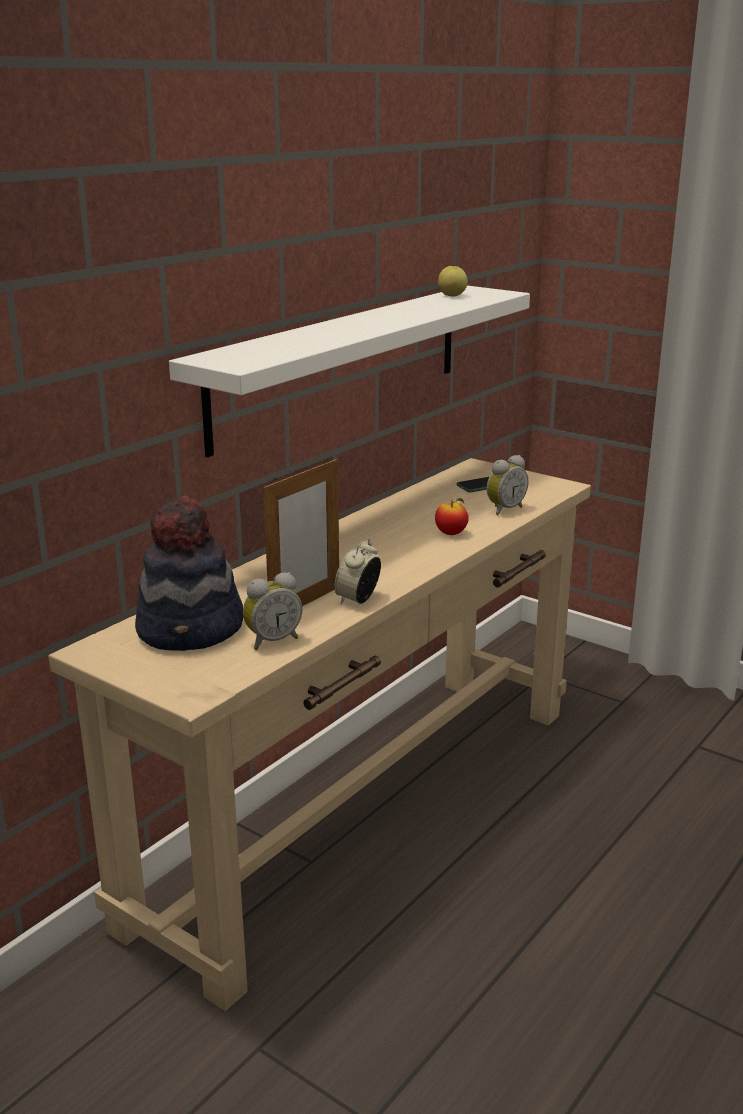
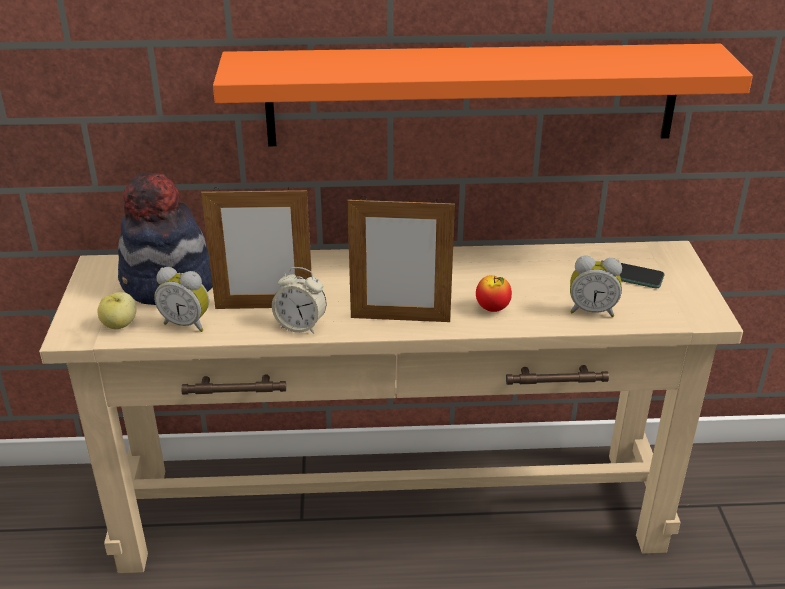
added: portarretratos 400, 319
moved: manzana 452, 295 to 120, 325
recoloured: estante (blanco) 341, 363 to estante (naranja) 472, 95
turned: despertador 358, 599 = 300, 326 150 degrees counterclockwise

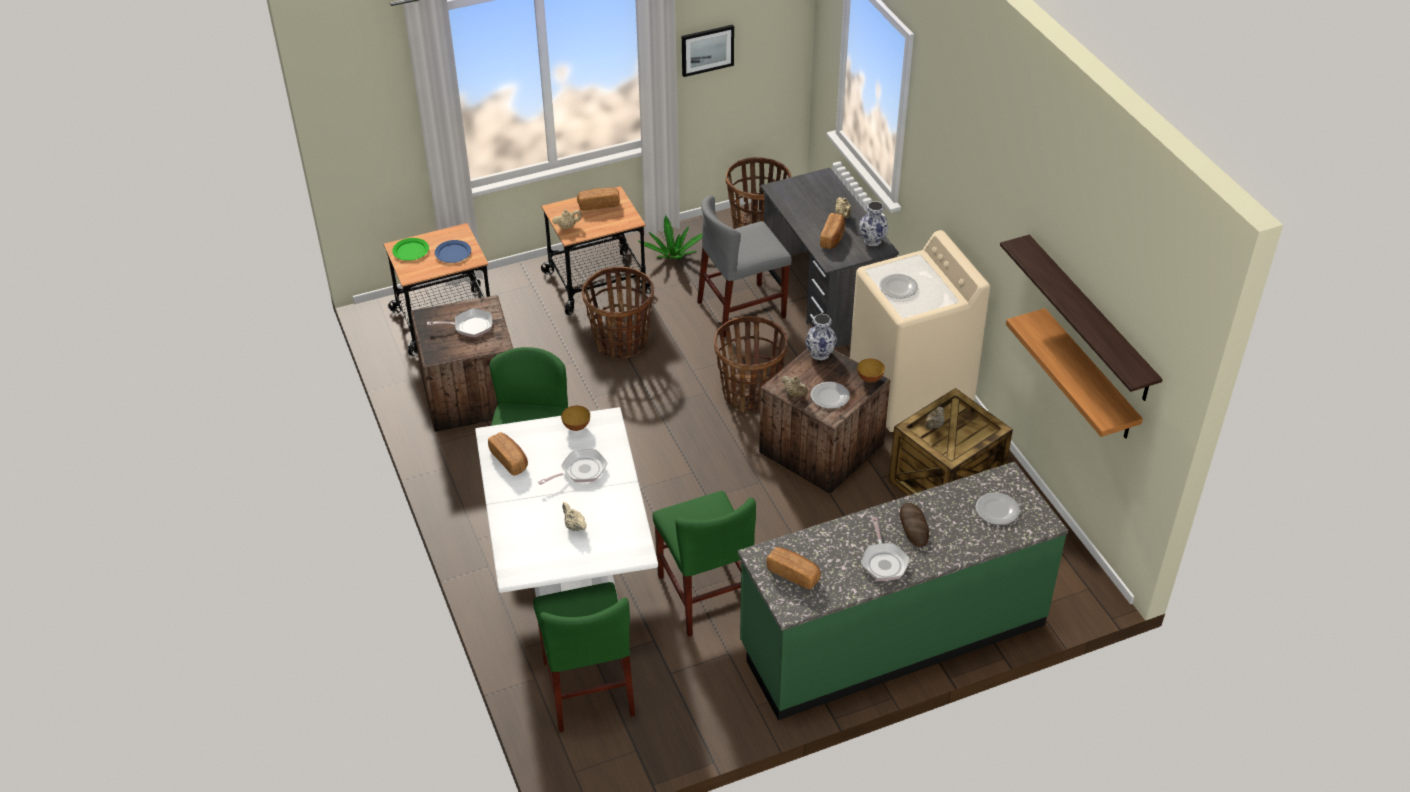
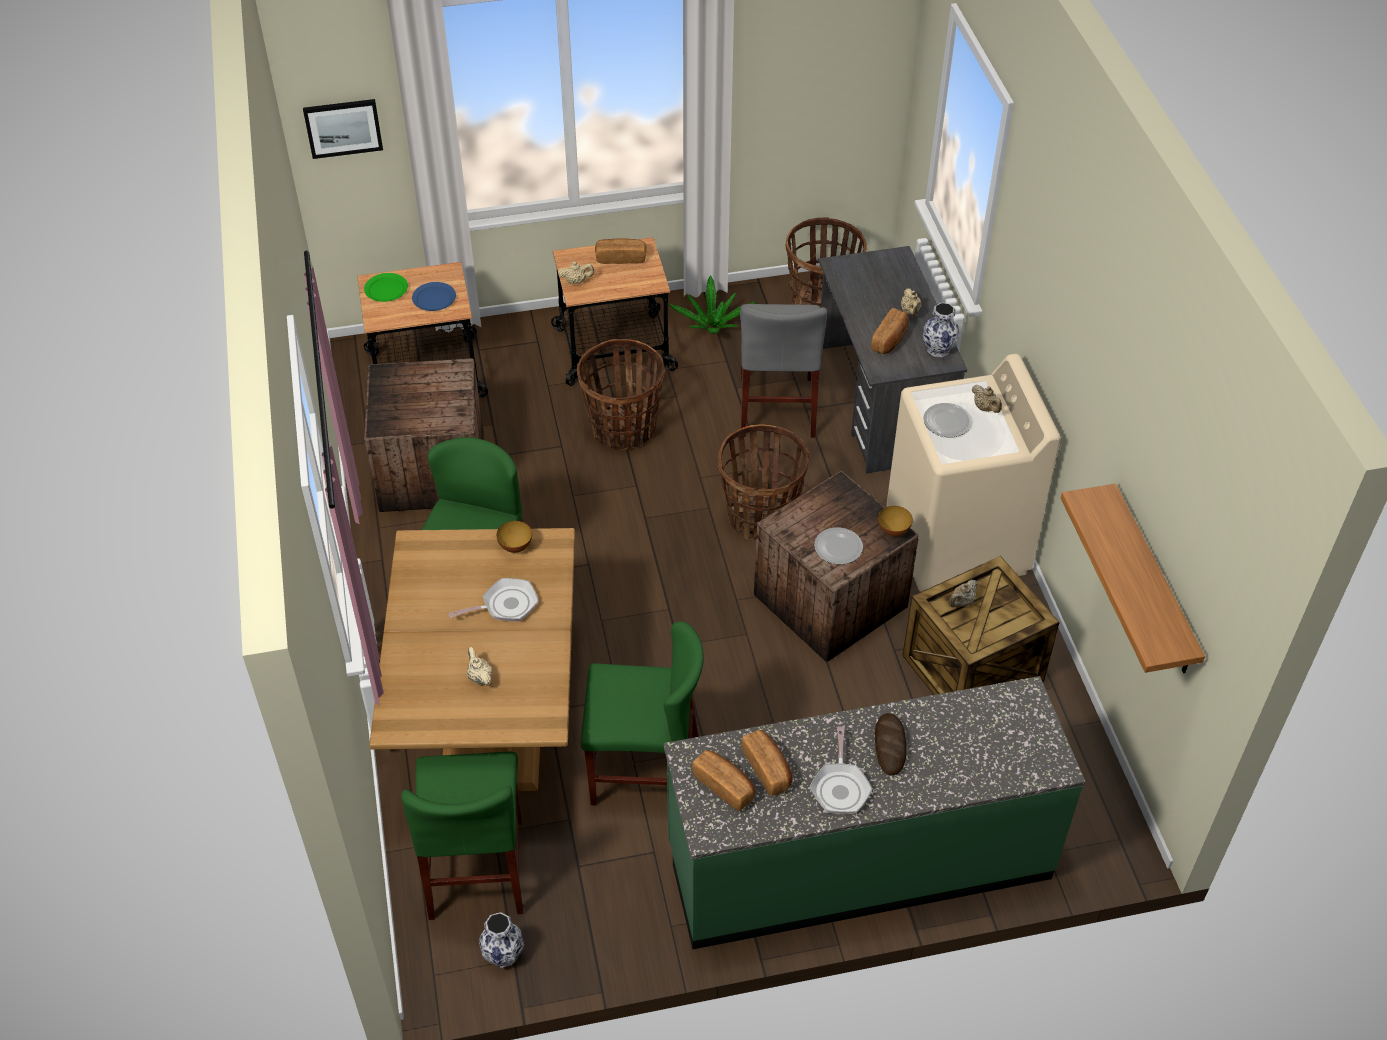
removed: sartén 470, 326; plato 996, 510; estante 1089, 318
moved: cuadro 707, 50 to 343, 127; florero 819, 354 to 502, 955; pan 509, 460 to 767, 769; tetera (beis) 794, 394 to 985, 408
recoloured: mesa de comedor (blanco) 571, 577 to mesa de comedor (marrón) 491, 722
turned: silla (verde) 705, 594 = 645, 770 75 degrees counterclockwise; silla (gris) 741, 309 = 777, 406 75 degrees counterclockwise

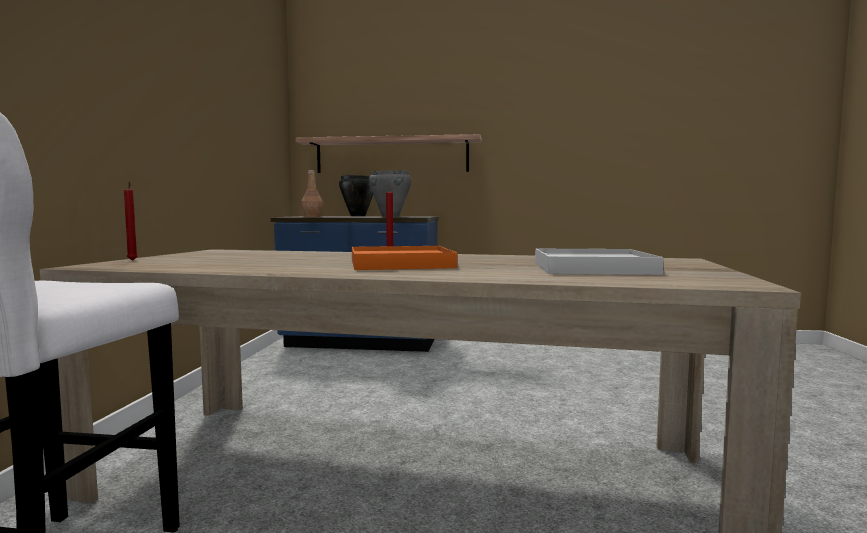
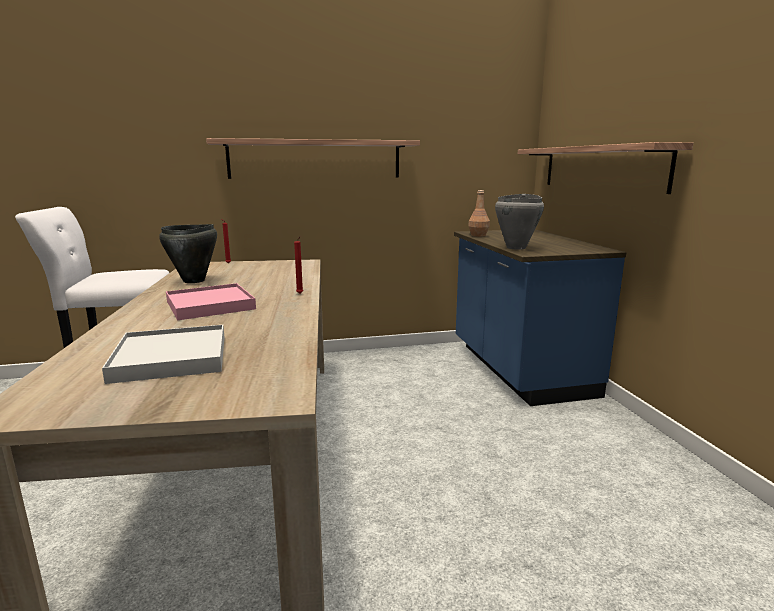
added: estante 315, 159
moved: olla (negro) 358, 216 to 194, 281
recoloured: bandeja (naranja) 400, 264 to bandeja (rosa) 210, 305

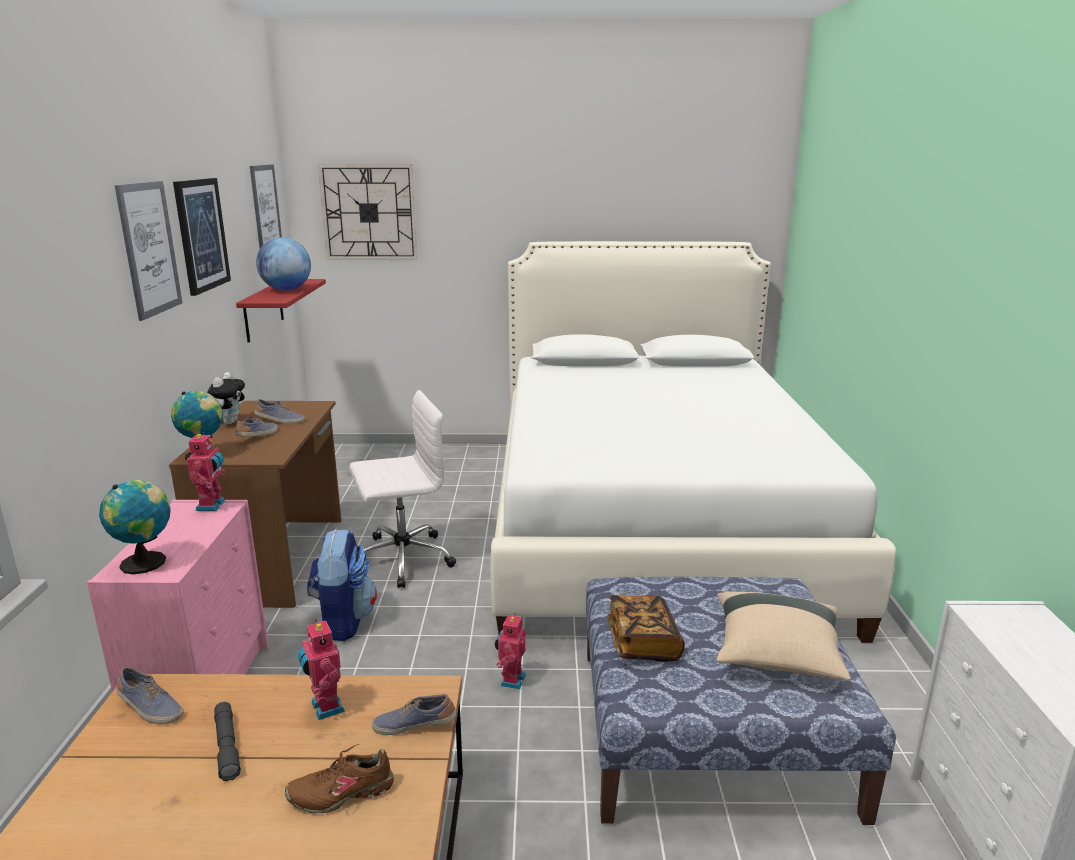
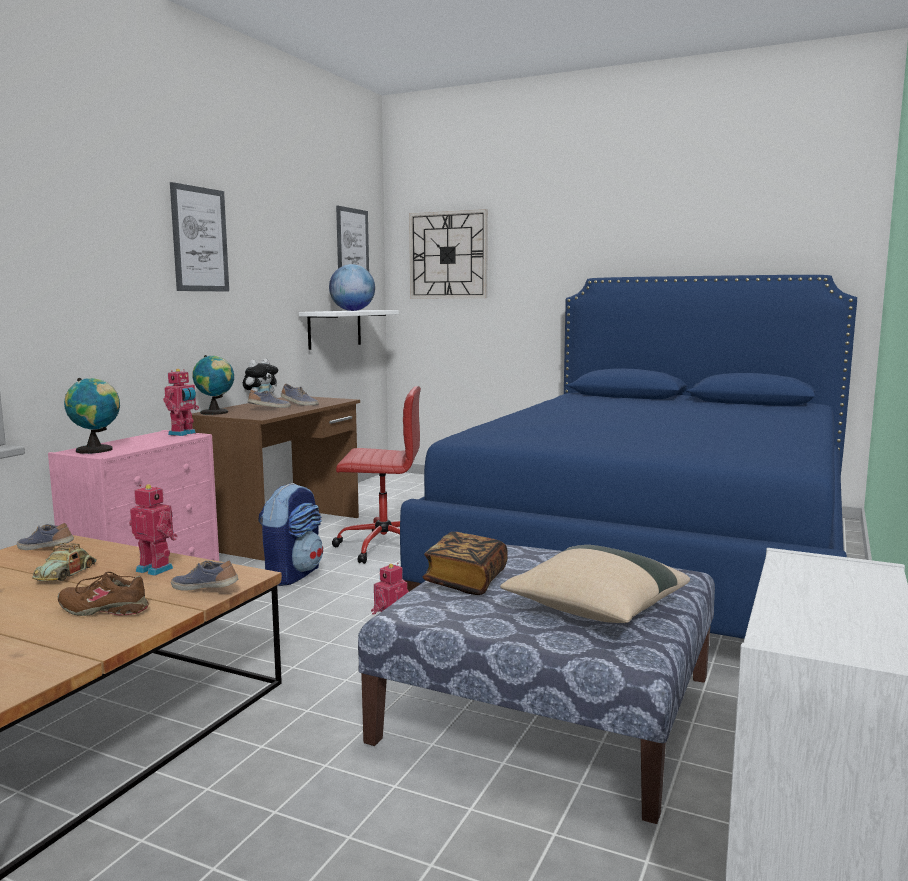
removed: cuadro 201, 235
replaced: linterna (gris) 227, 746 to coche de juguete 66, 574
recoloured: estante (rojo) 263, 310 to estante (blanco) 334, 329; silla de oficina (blanco) 401, 559 to silla de oficina (rojo) 382, 546; cama (blanco) 651, 520 to cama (azul) 655, 556
turned: zapato 150, 708 = 46, 549 150 degrees clockwise; robot de juguete 325, 707 = 156, 569 120 degrees clockwise

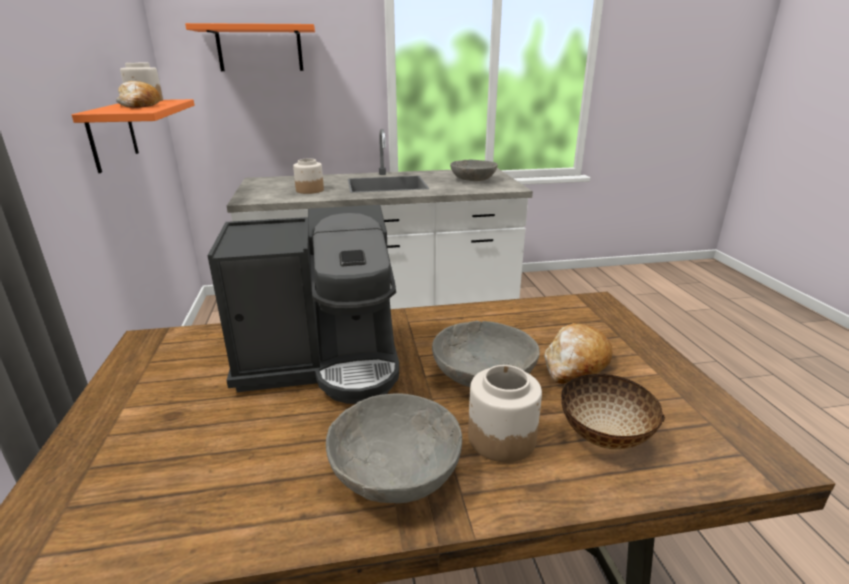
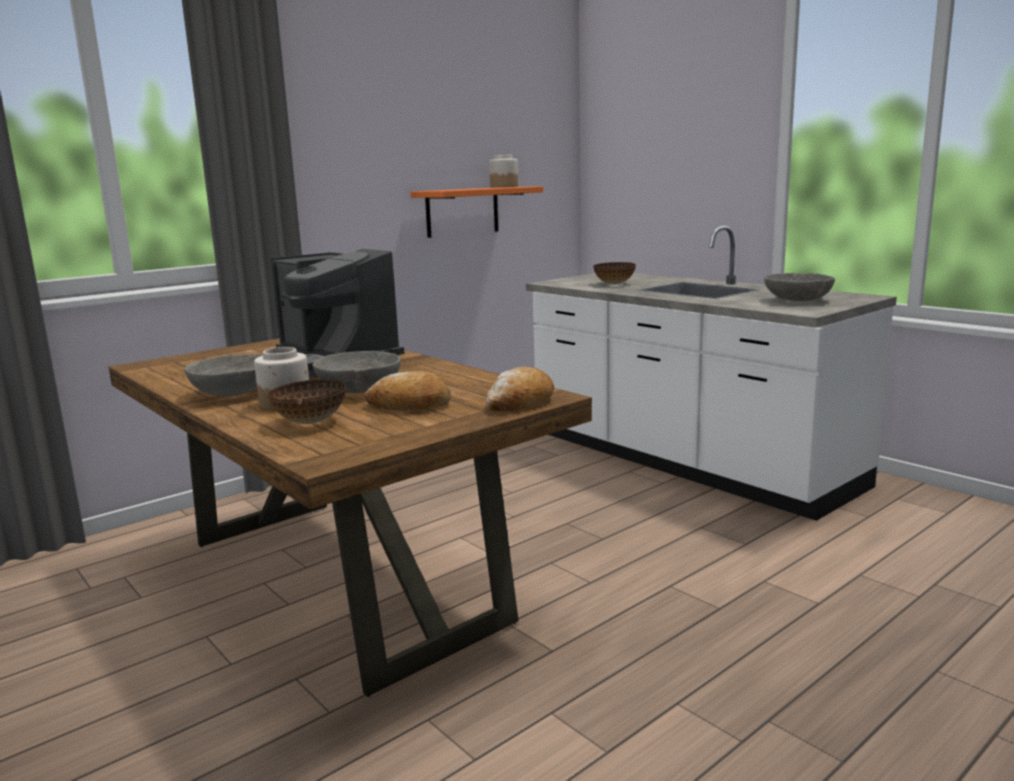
removed: estante (naranja) 260, 49
moved: pan 140, 106 to 520, 402
replaced: tarro 309, 190 to cuenco 613, 284

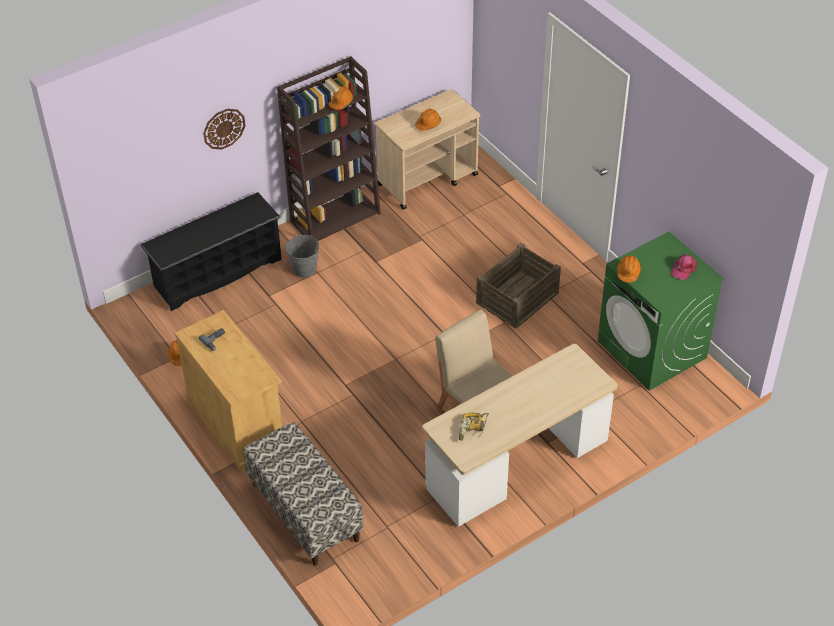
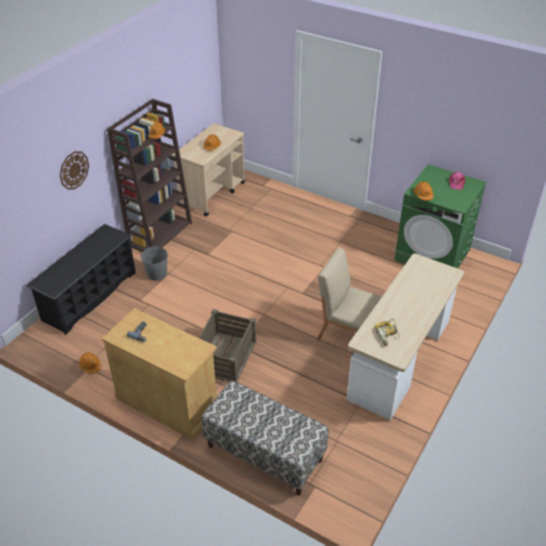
moved: caja de embalaje 516, 297 to 224, 356

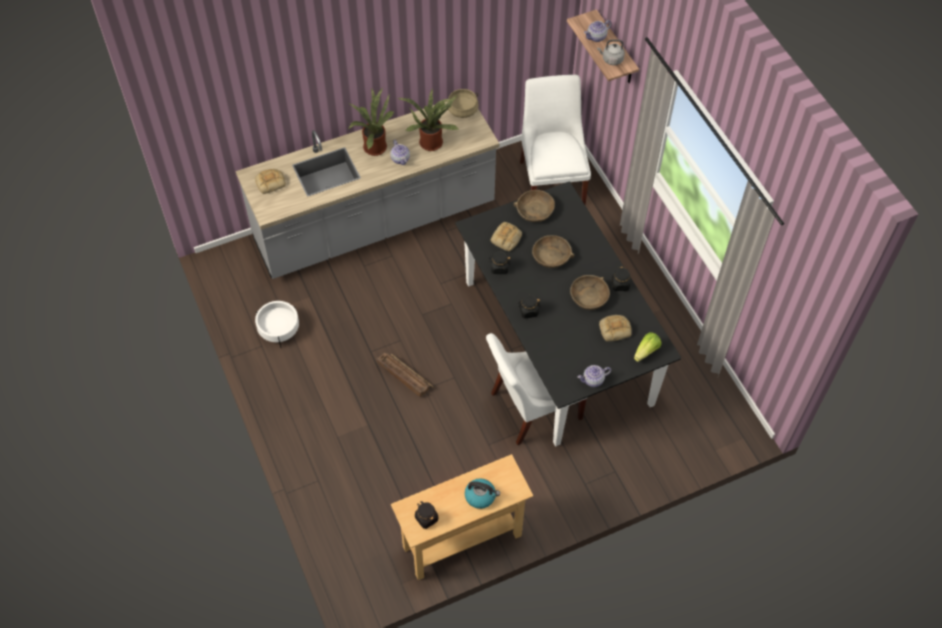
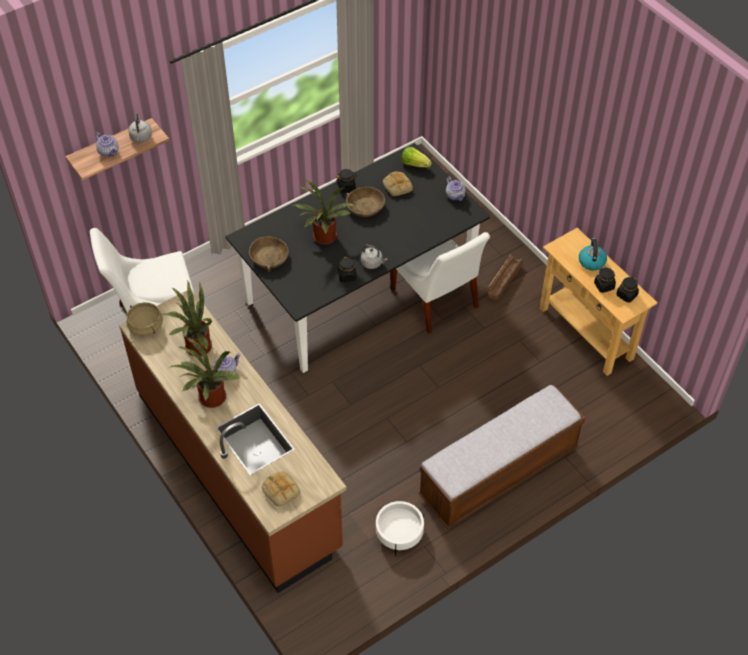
removed: pan 506, 239
added: hervidor (gris) 373, 263; banco 498, 473
moved: caja de embalaje 404, 376 to 503, 281; tarro (negro) 528, 311 to 604, 286
replaced: cuenco (marrón) 551, 256 to planta en maceta 323, 238
recoloured: mueble bajo de cocina (gris) 375, 224 to mueble bajo de cocina (marrón) 238, 469

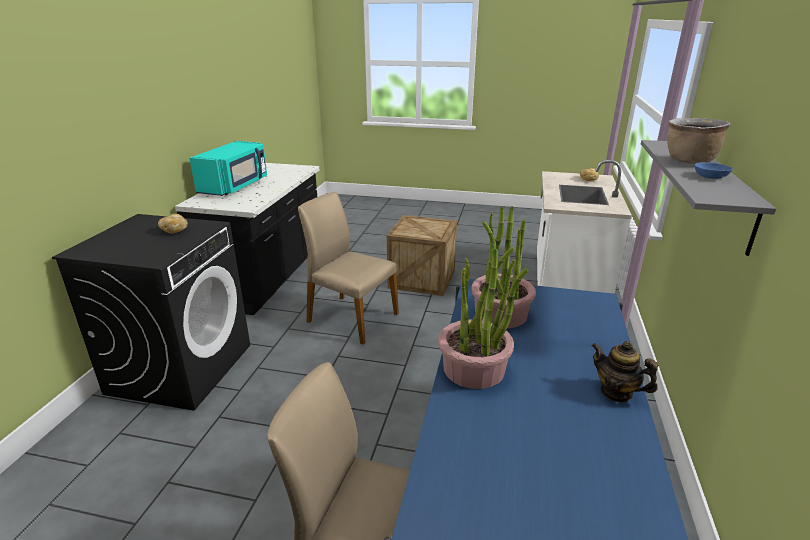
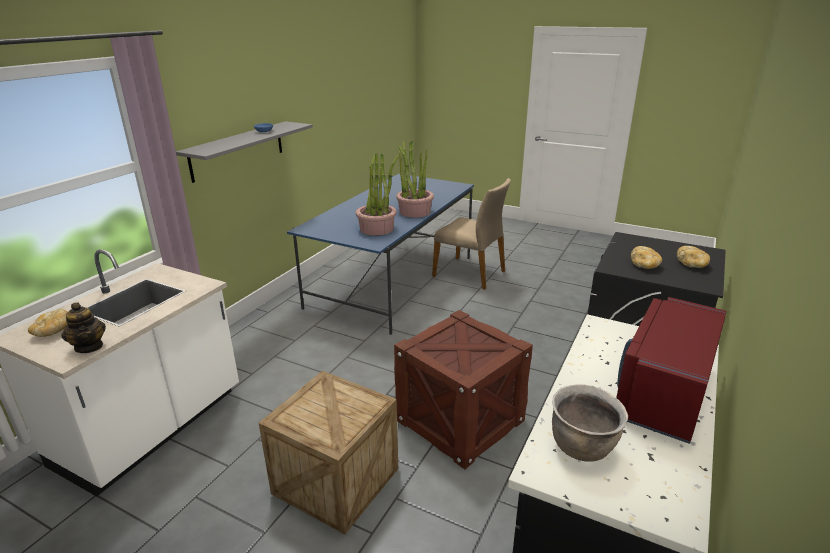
added: pan 691, 264
moved: tetera 616, 392 to 89, 346; olla (marrón) 689, 161 to 582, 447
replaced: silla (beis) 351, 317 to caja de embalaje 460, 420
recoloured: microondas (turquesa) 235, 186 to microondas (rojo) 663, 392

